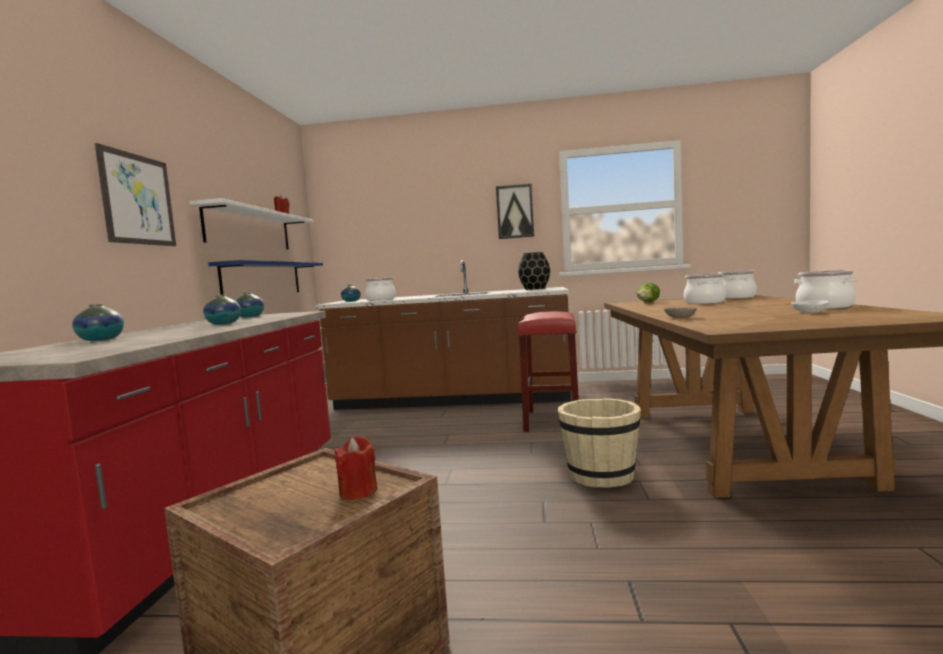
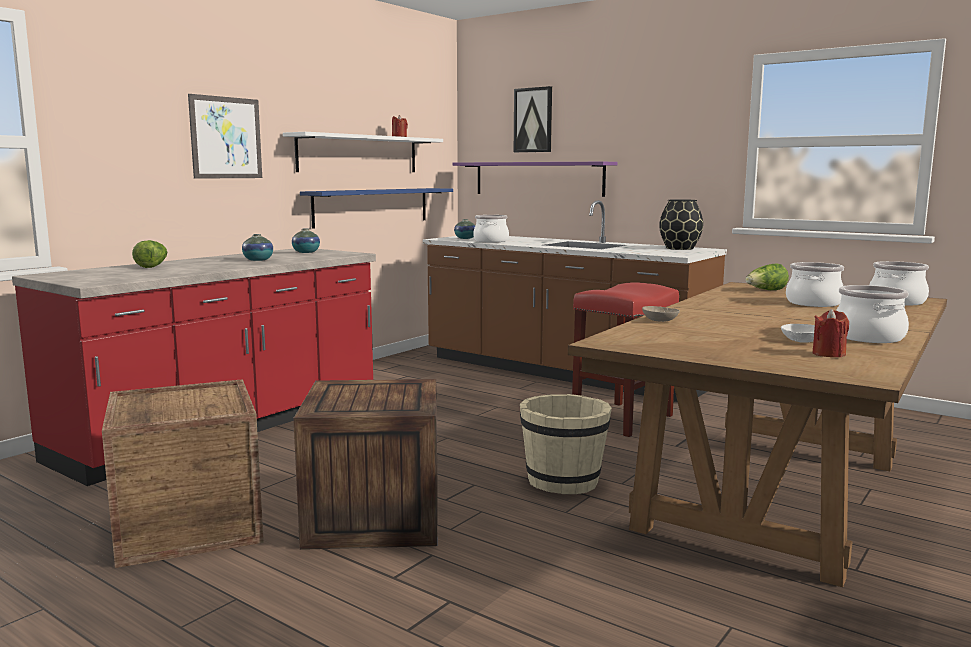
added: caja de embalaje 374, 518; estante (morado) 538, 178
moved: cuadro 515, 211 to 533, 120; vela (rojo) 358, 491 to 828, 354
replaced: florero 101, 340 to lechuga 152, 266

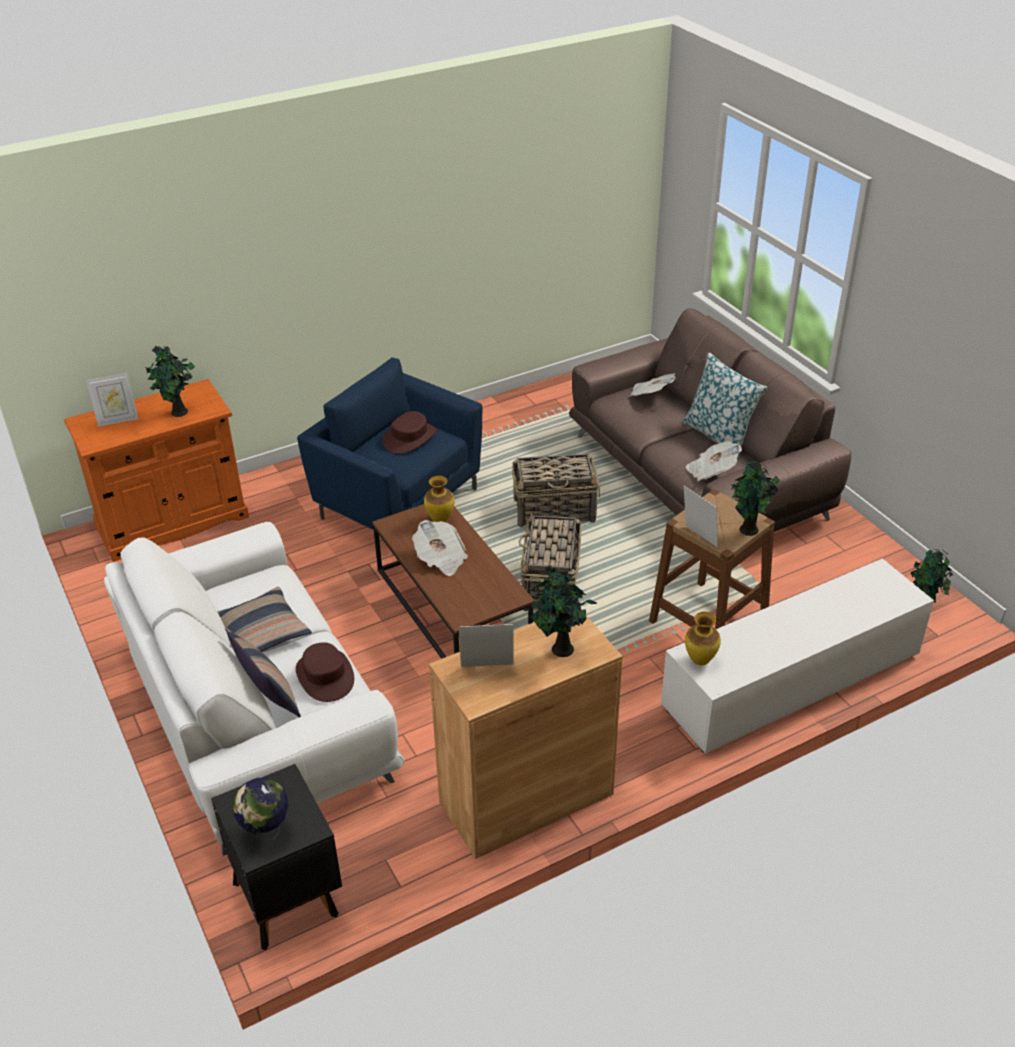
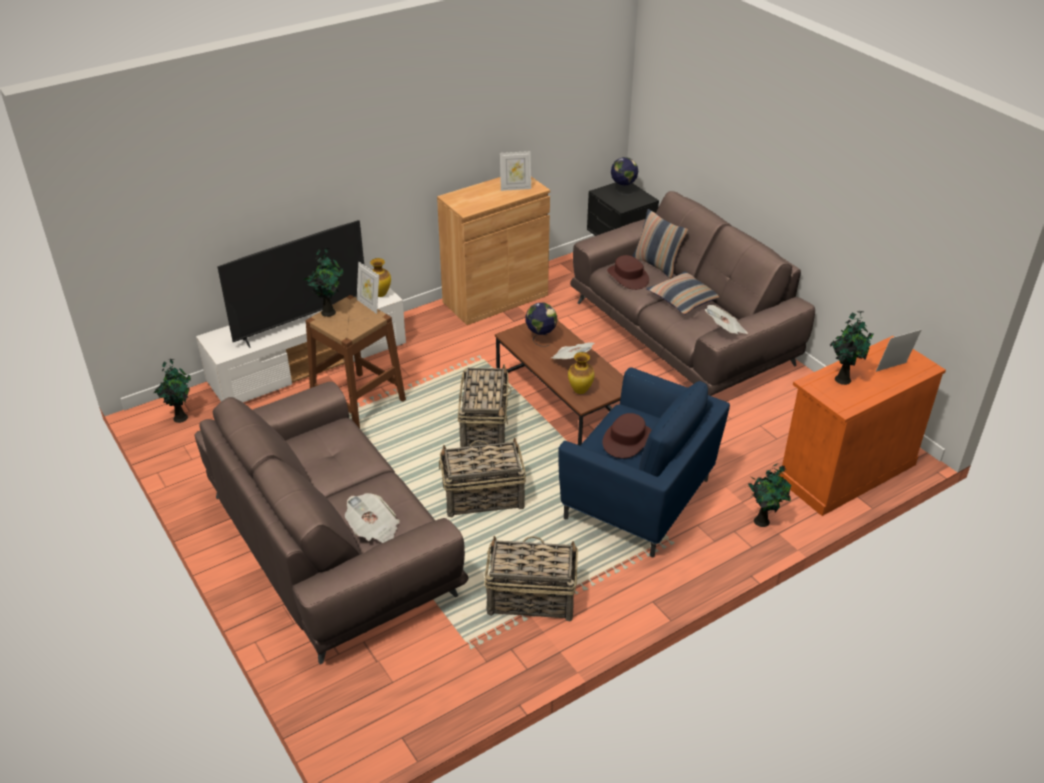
removed: cojín 719, 435
added: televisor 302, 323; cesta 530, 598; globo terráqueo 541, 338
moved: periódico 711, 471 to 725, 330; planta en maceta 560, 649 to 763, 521
recoloured: sofá (blanco) 256, 712 to sofá (marrón) 682, 333

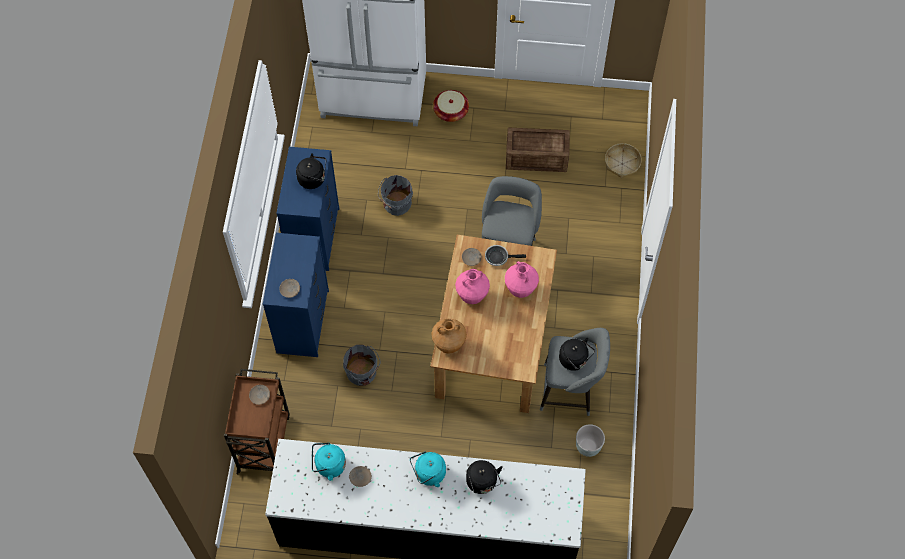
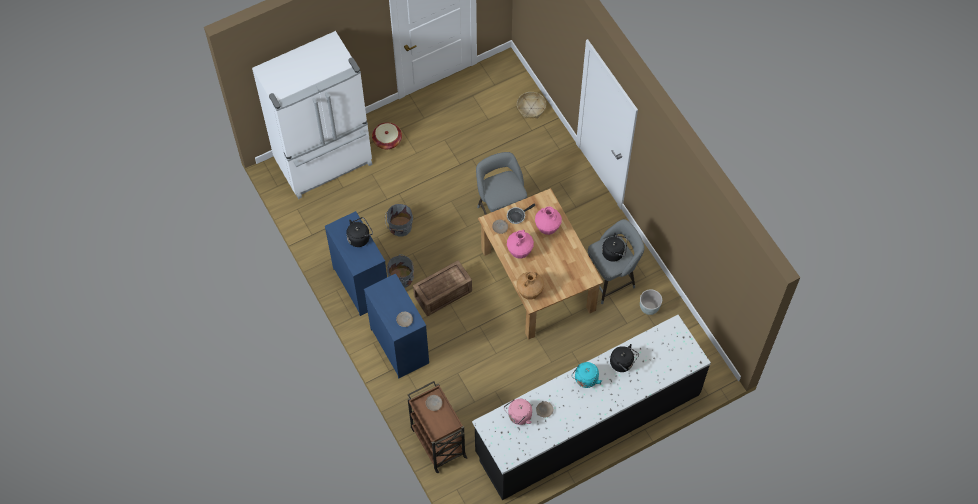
moved: cubo (gris) 362, 373 to 402, 278; caja de embalaje 535, 157 to 442, 293
recoloured: hervidor (turquesa) 328, 466 to hervidor (rosa) 518, 416

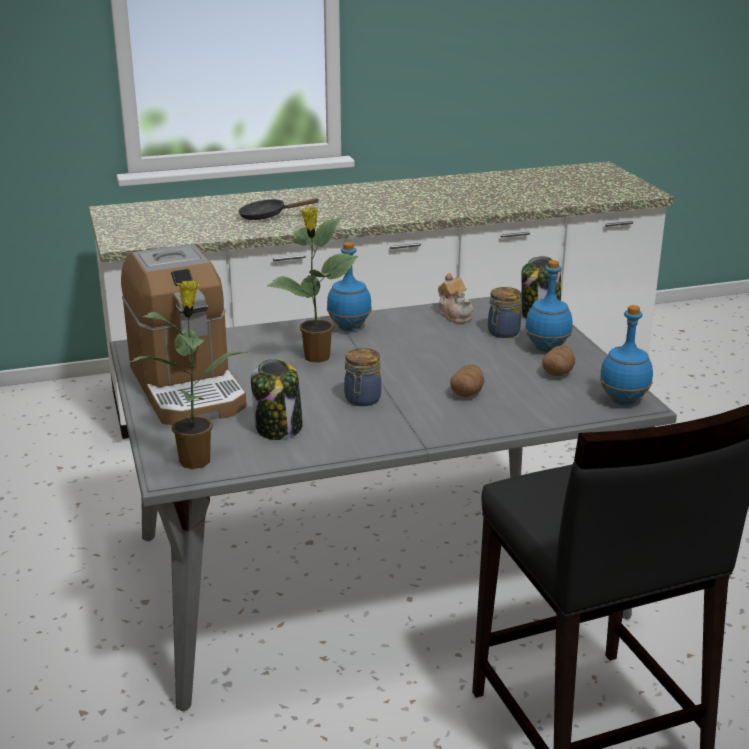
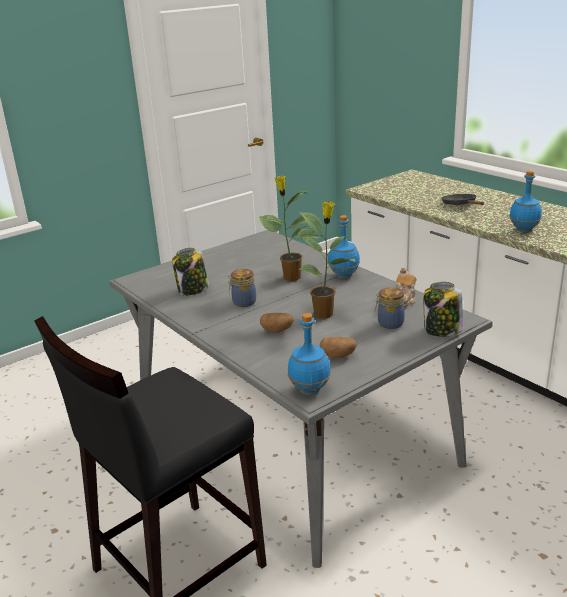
removed: cafetera 187, 387
moved: planta en maceta 196, 459 to 324, 314; botella (azul) 547, 349 to 524, 230

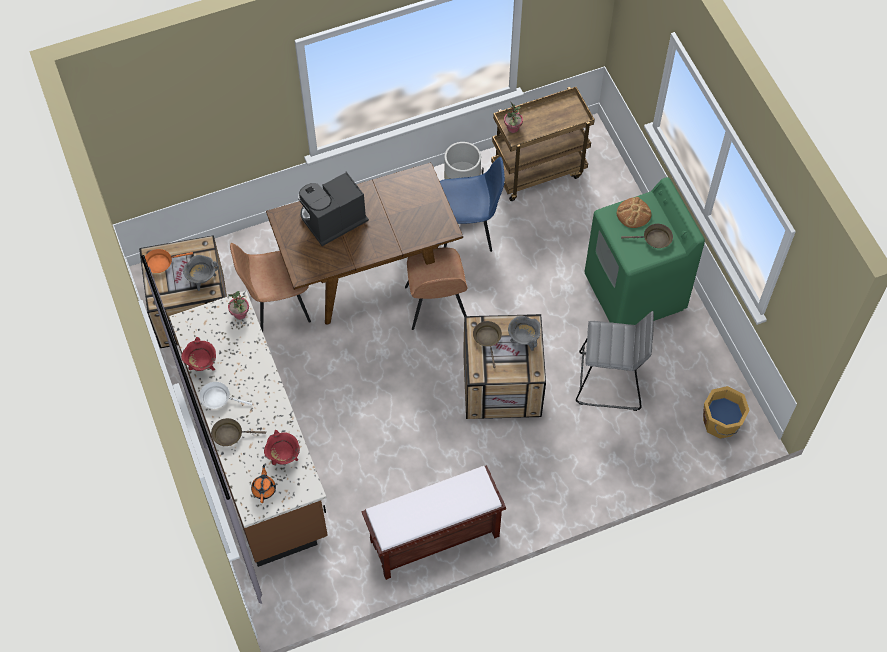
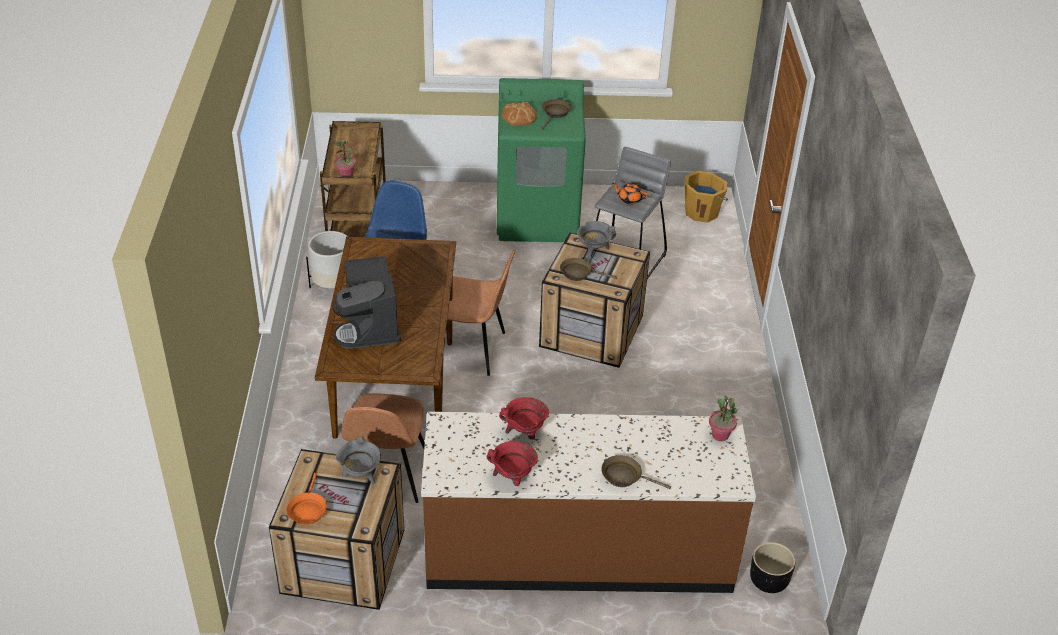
removed: sartén (blanco) 218, 398; banco (marrón) 433, 539
added: maceta (negro) 768, 582
moved: olla (rojo) 284, 457 to 525, 433; tetera (naranja) 264, 489 to 629, 199; planta en maceta 240, 314 to 720, 435
turned: sartén (marrón) 230, 434 = 625, 476 90 degrees clockwise

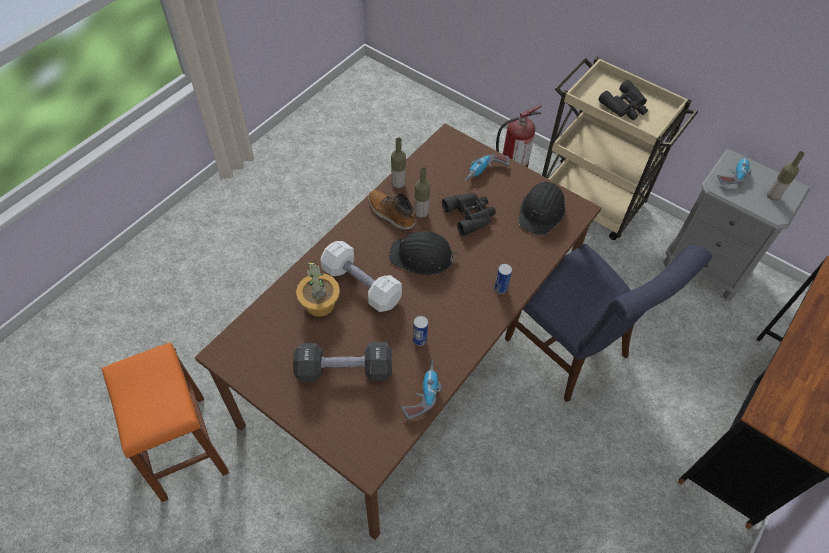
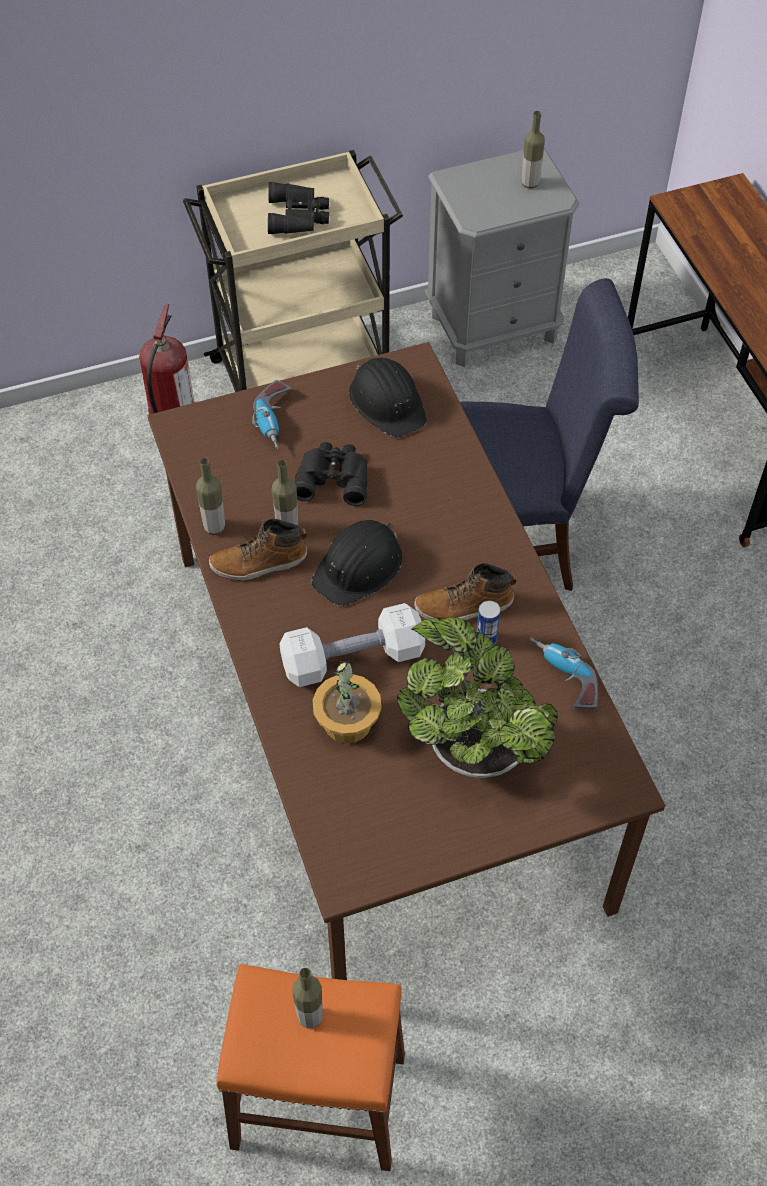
removed: lata 500, 288; taladro 732, 174
added: botella 310, 1016; bota 464, 607
replaced: mancuerna (negro) 344, 370 to planta en maceta 472, 745

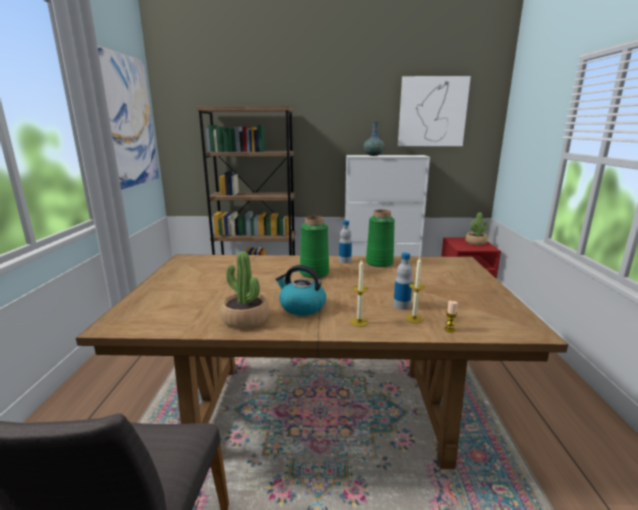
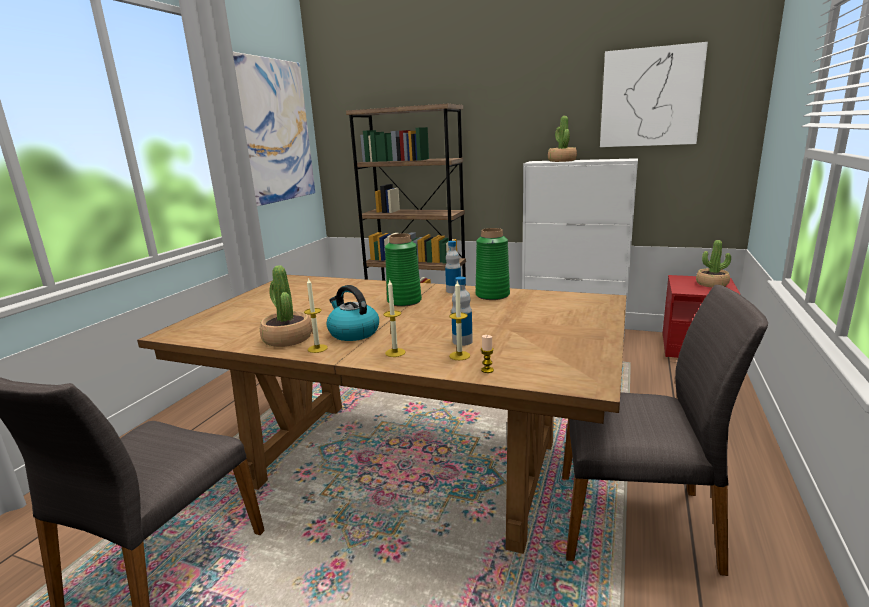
added: vela 317, 348; silla (gris) 637, 522
replaced: florero 373, 155 to planta en maceta 561, 161

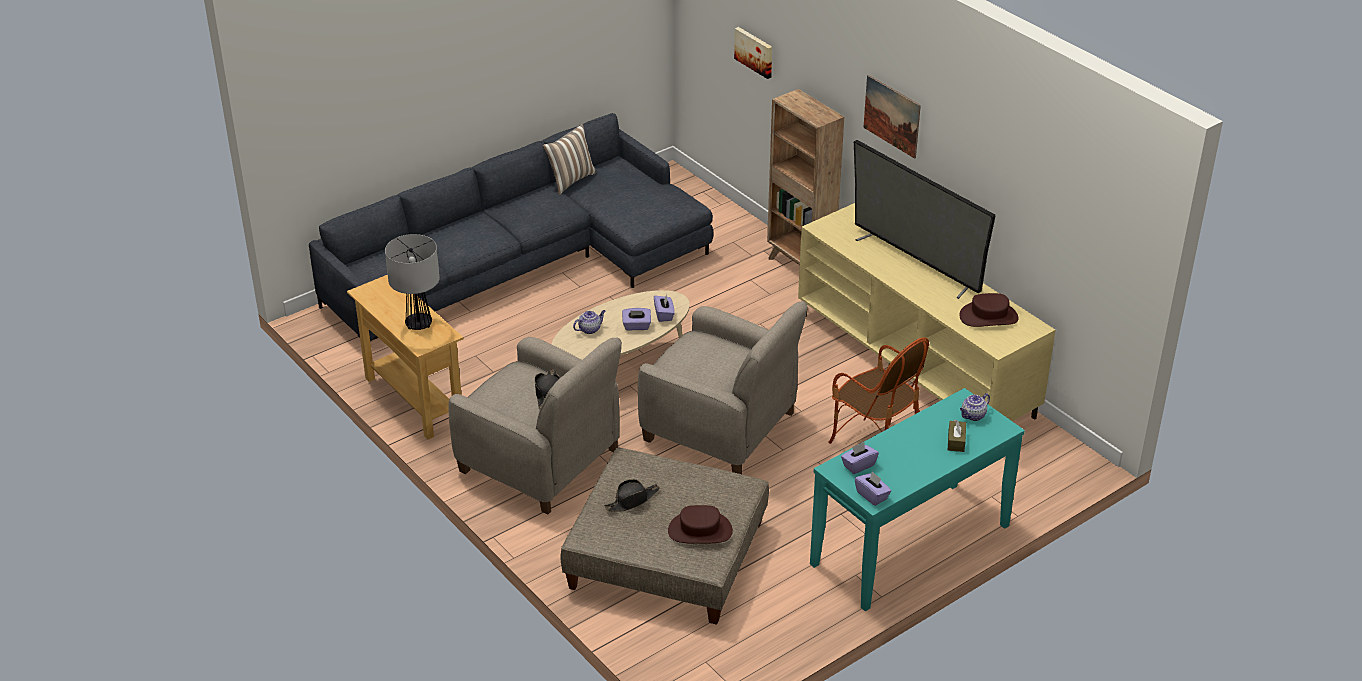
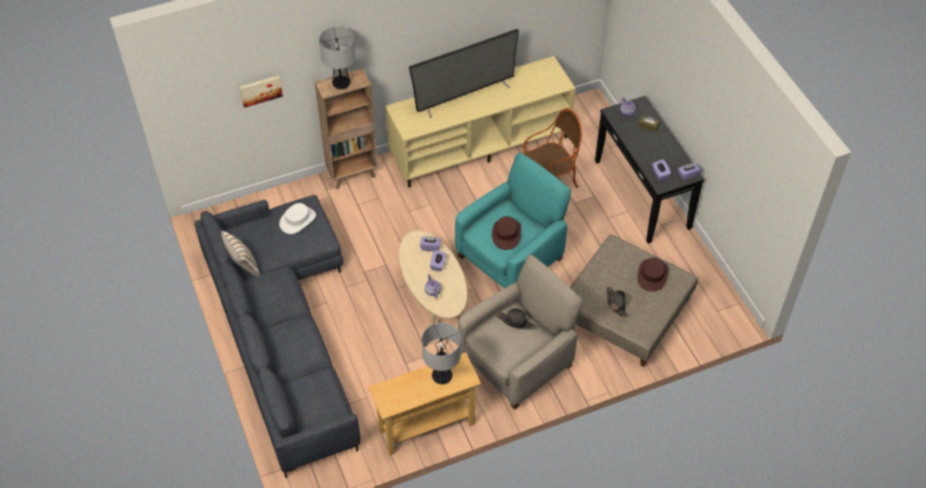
removed: cuadro 892, 116
added: sombrero (blanco) 297, 220; lámpara de mesa 341, 84
moved: sombrero (marrón) 988, 317 to 506, 234
recoloured: sillón (beis) 721, 428 to sillón (turquesa) 511, 256; mesa consola (turquesa) 911, 545 to mesa consola (negro) 642, 194

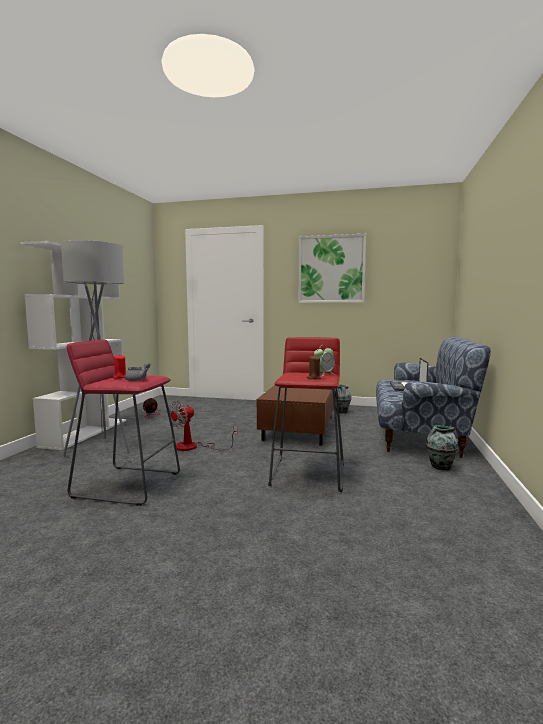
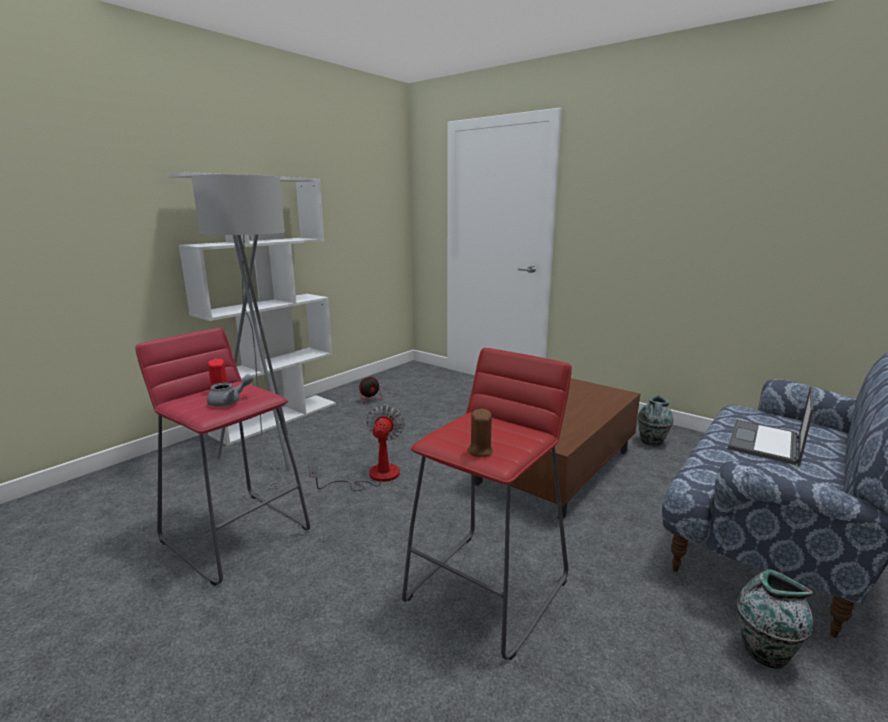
removed: cuadro 331, 269; despertador 324, 374
turned: ventilador 194, 447 = 373, 477 120 degrees clockwise

